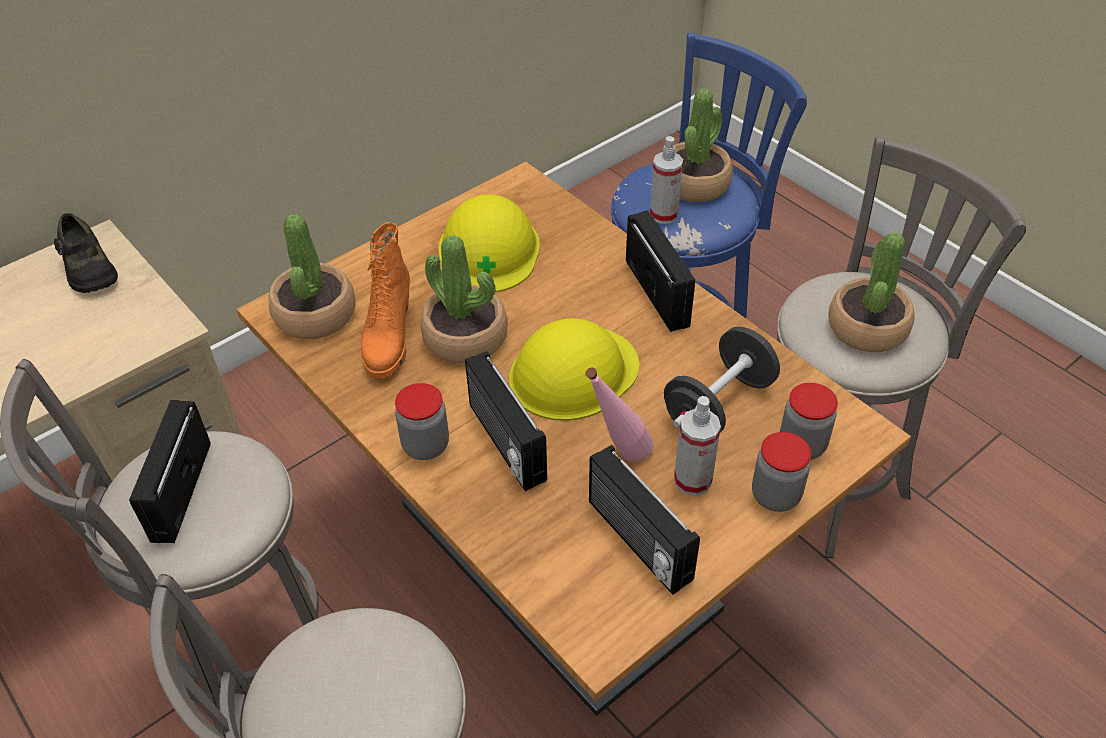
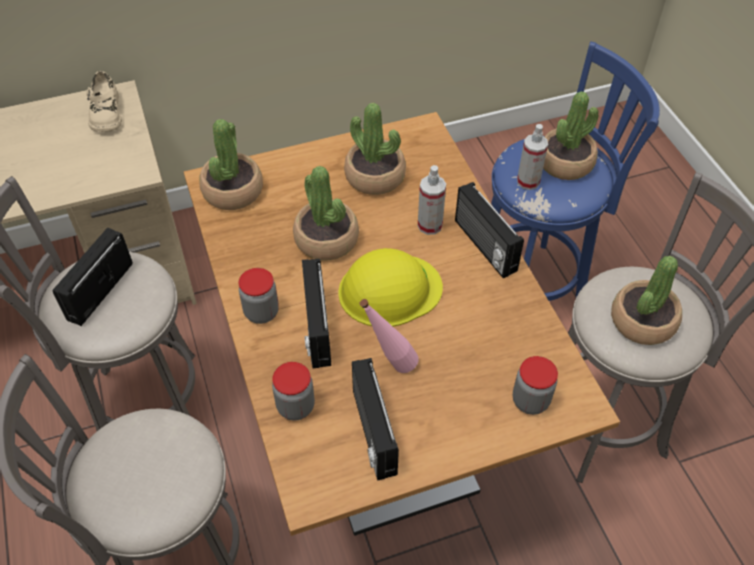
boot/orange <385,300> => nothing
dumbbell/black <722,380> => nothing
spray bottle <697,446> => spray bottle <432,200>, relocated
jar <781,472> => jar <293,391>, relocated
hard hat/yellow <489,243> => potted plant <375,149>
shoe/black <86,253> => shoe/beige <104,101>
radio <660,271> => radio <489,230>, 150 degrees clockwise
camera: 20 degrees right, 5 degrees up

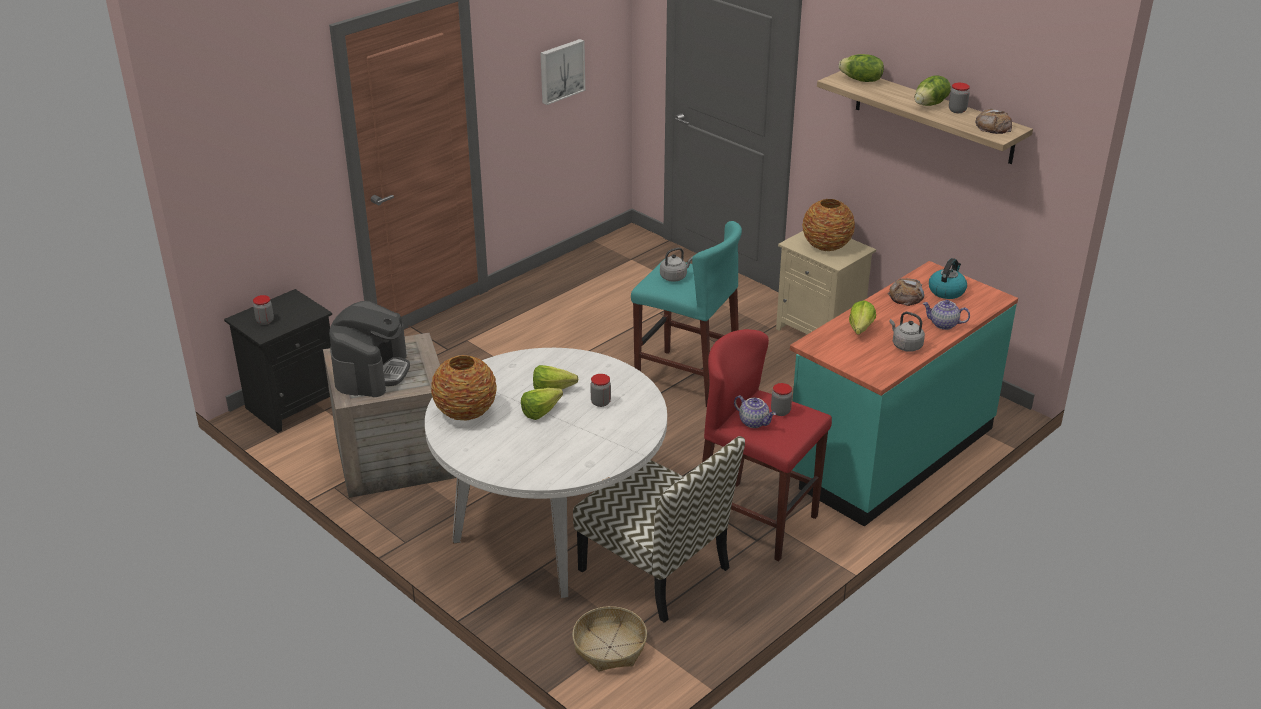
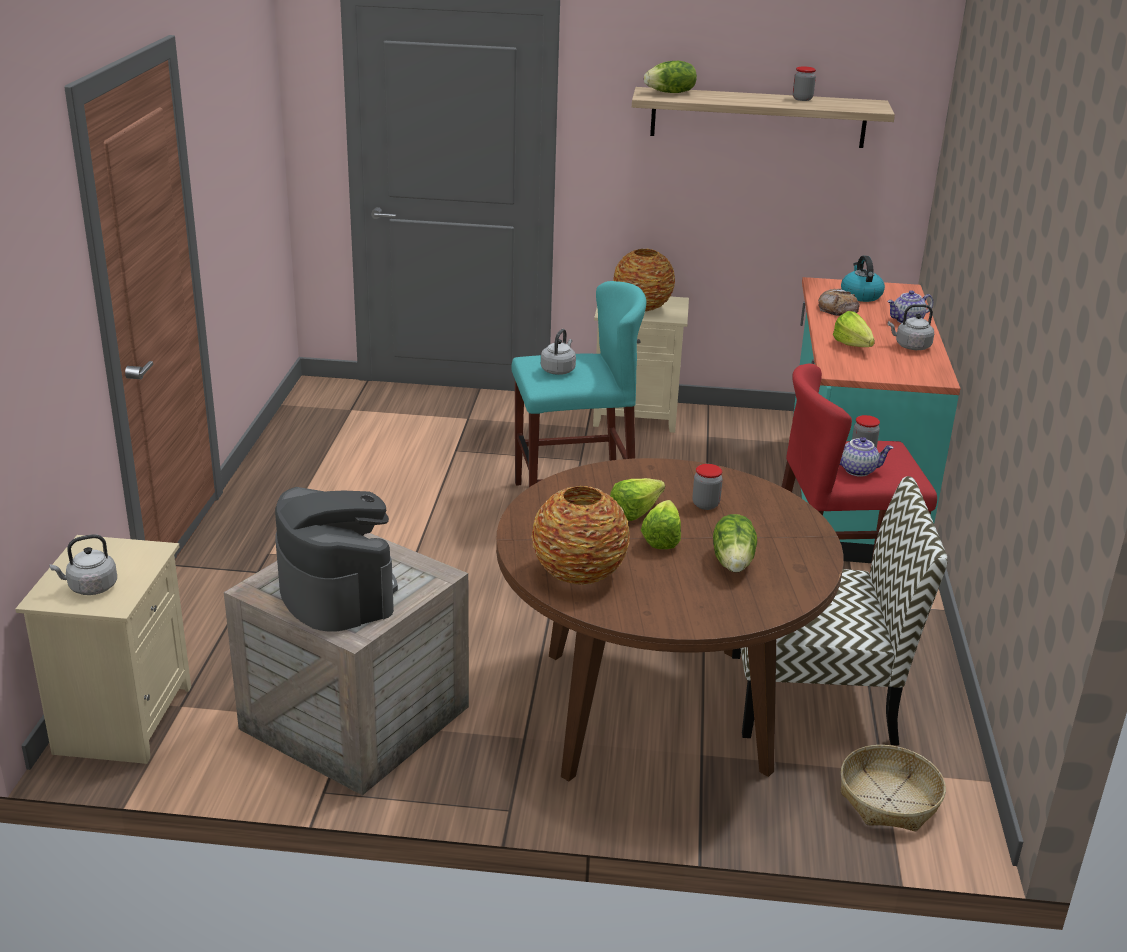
picture <563,72> => nothing
bread <993,121> => nothing
lettuce <933,90> => lettuce <735,543>, relocated
jar <263,310> => kettle/grey <83,564>
nightstand/black <278,361> => nightstand/beige <103,649>
dining table/white <546,473> => dining table/brown <670,620>
camera: 40 degrees left, 5 degrees down

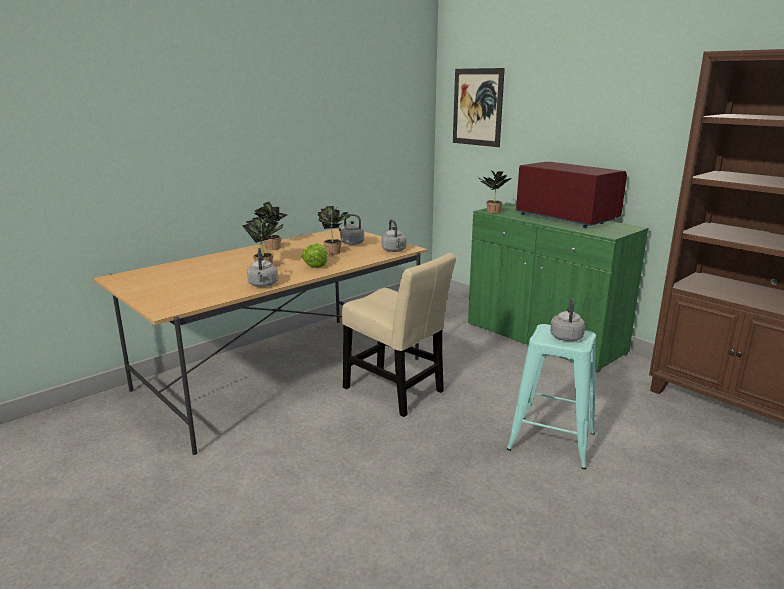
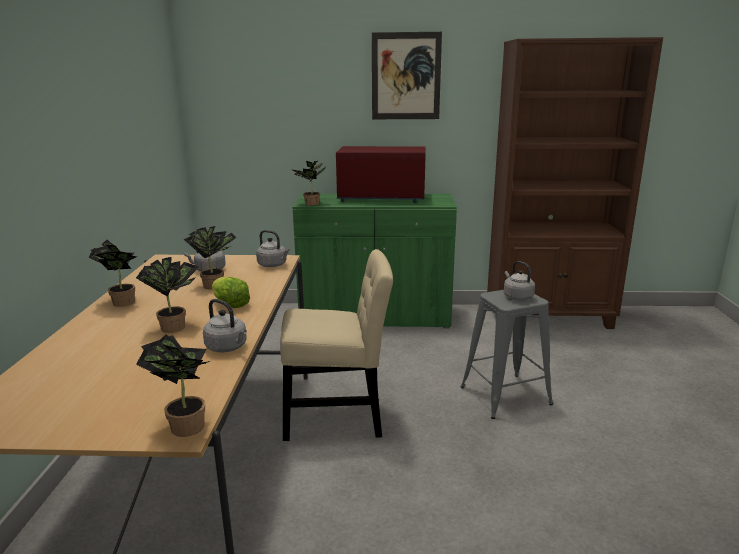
nothing => potted plant <173,385>
picture <479,107> => picture <407,75>, relocated
stool/turquoise <551,396> => stool/grey <506,354>
camera: 45 degrees left, 0 degrees up

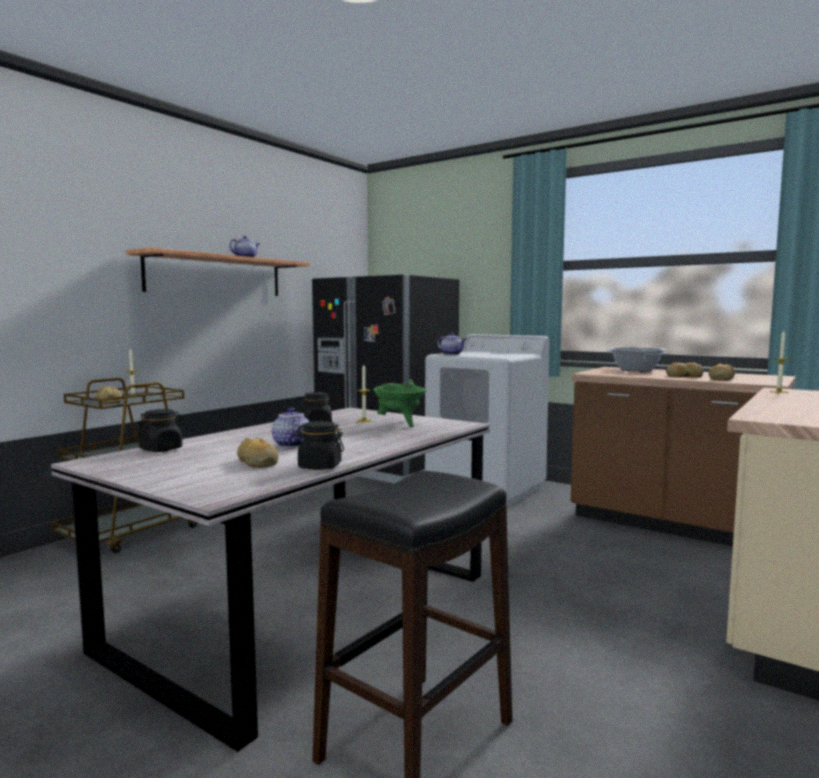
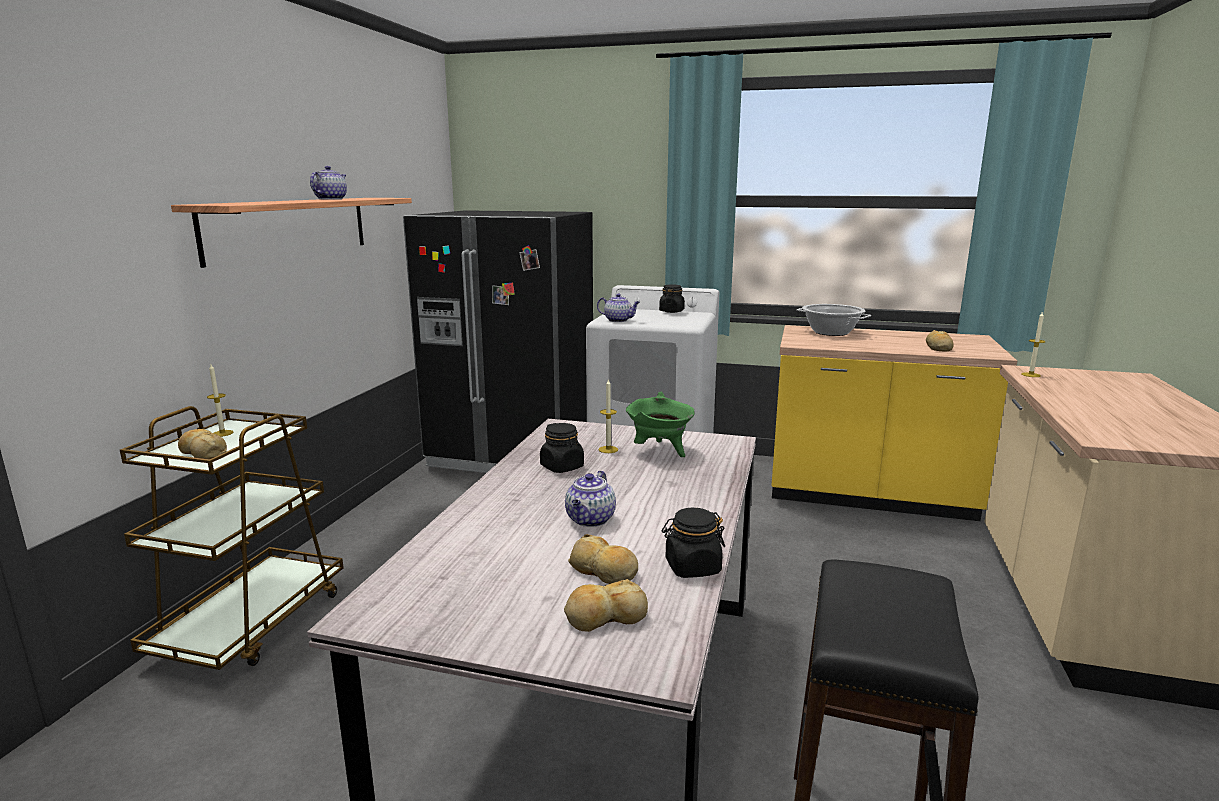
jar/black <160,430> => jar/black <672,298>, relocated
bread <684,369> => bread <606,605>, relocated
counter/brown <683,456> => counter/yellow <894,423>
teapot <290,427> => teapot <590,499>, 120 degrees counterclockwise
camera: 20 degrees left, 10 degrees up

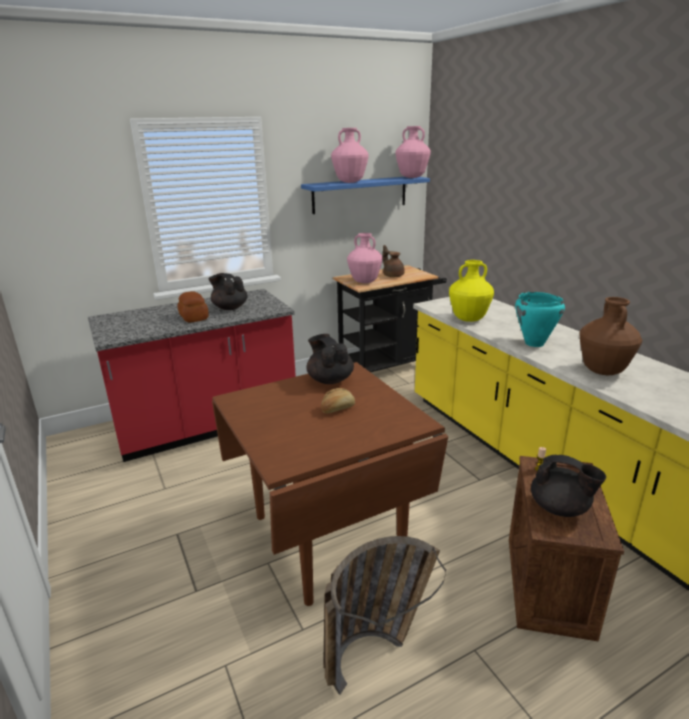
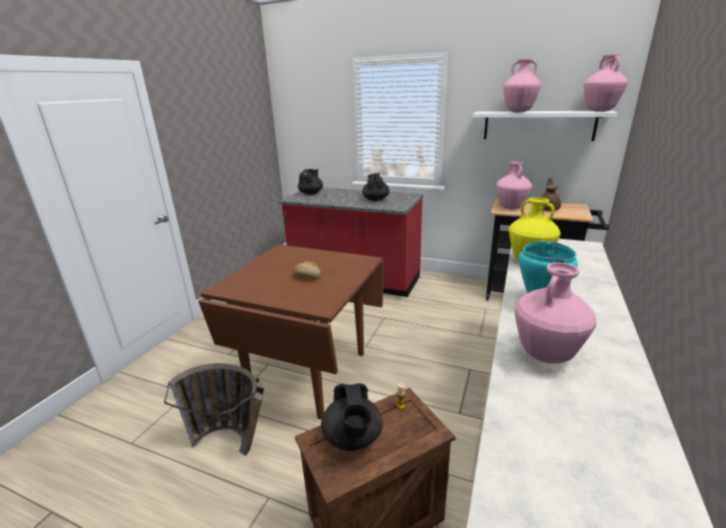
bread <193,306> => nothing
teapot/black <330,359> => teapot/black <310,182>, relocated
shelf/blue <365,195> => shelf/white <545,126>
vase/brown <610,336> => vase/pink <556,313>
camera: 50 degrees right, 0 degrees up

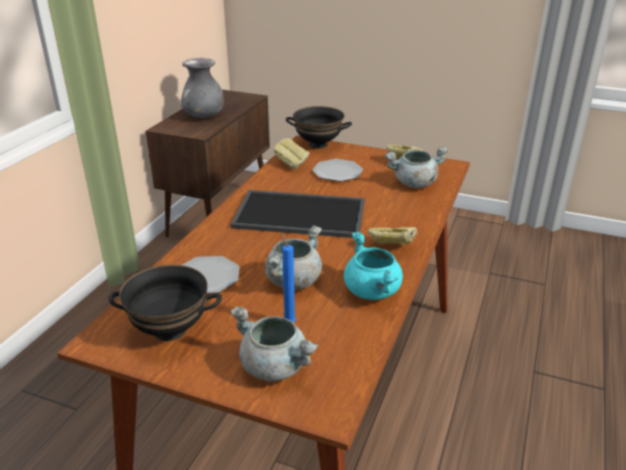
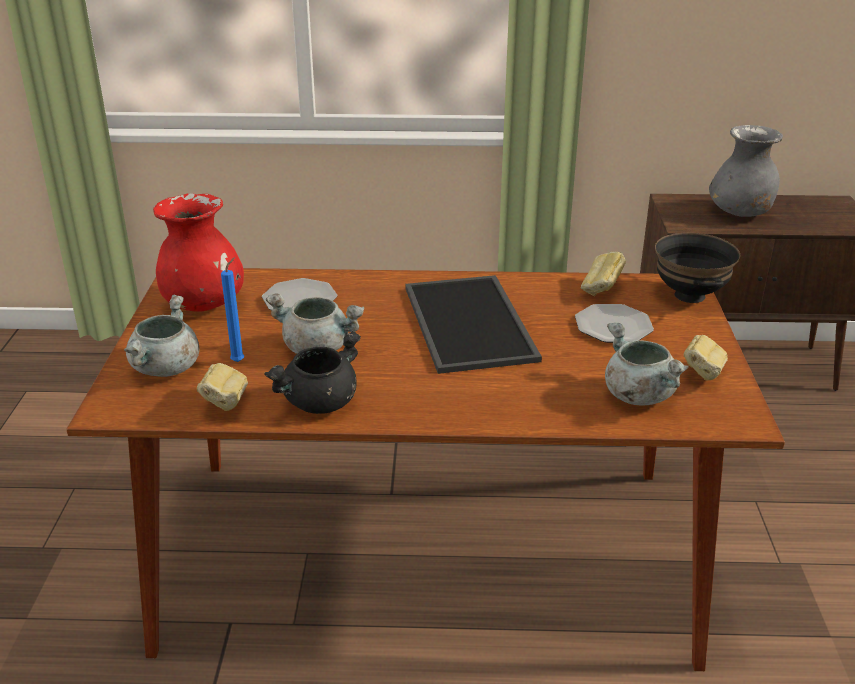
bread <392,236> => bread <222,387>, relocated
bowl/black <165,303> => vase/red <198,252>
cooking pot/turquoise <373,266> => cooking pot/black <312,372>
camera: 70 degrees right, 0 degrees up

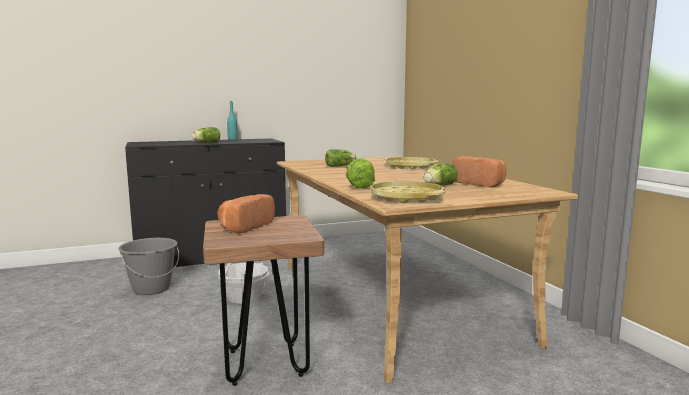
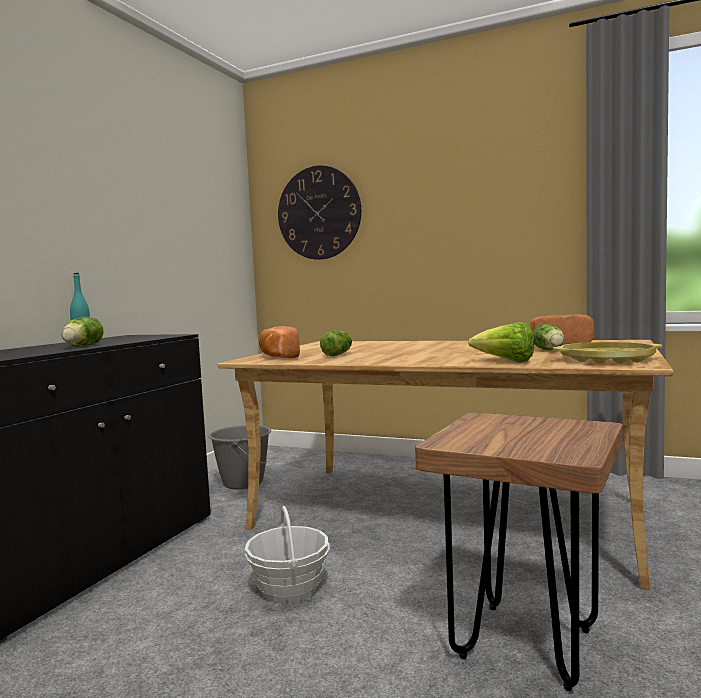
tray/yellow <411,163> => nothing
nothing => wall clock <319,212>
bucket/grey <148,266> => bucket/grey <239,457>, relocated
bread <246,213> => bread <279,342>, relocated
camera: 45 degrees left, 5 degrees down

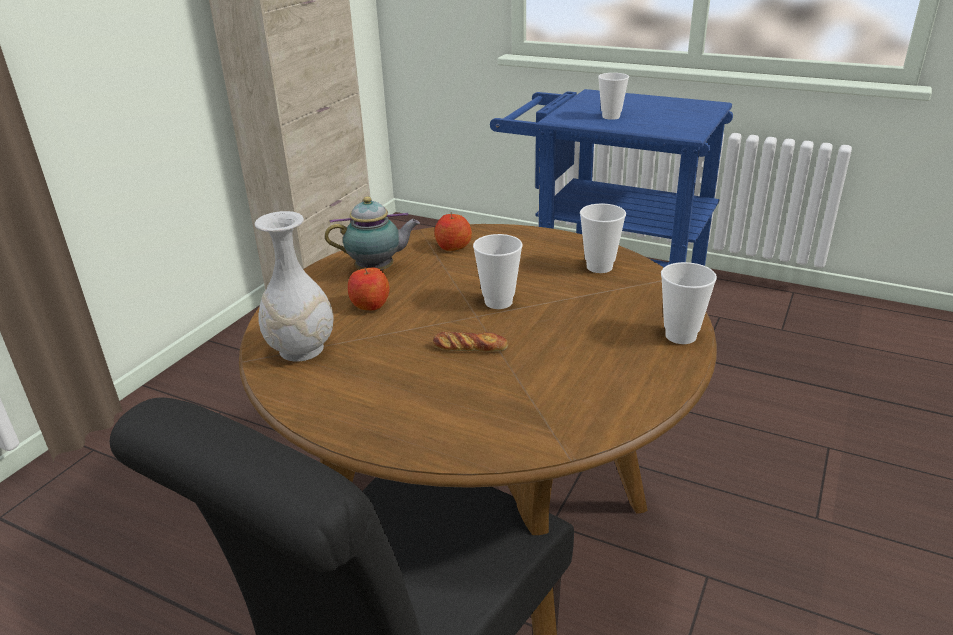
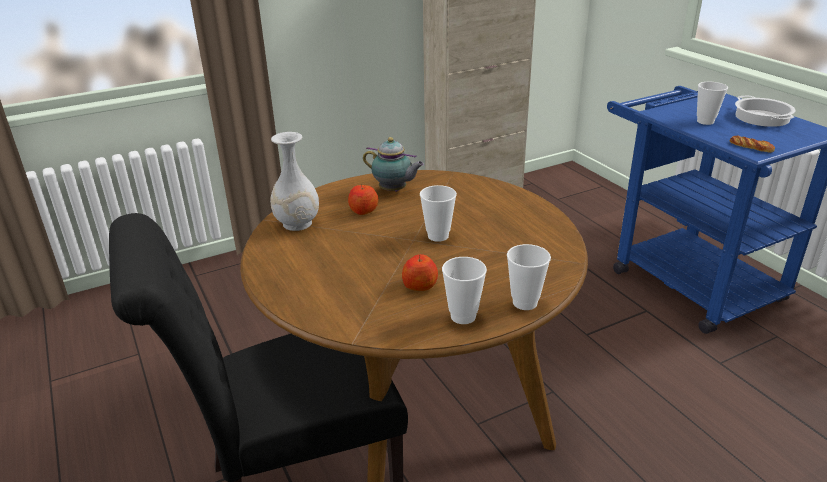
nothing => cooking pot <765,111>
bread <470,342> => bread <752,144>, relocated
apple <453,231> => apple <420,272>, relocated
cup <603,238> => cup <464,290>, relocated
camera: 35 degrees right, 0 degrees up

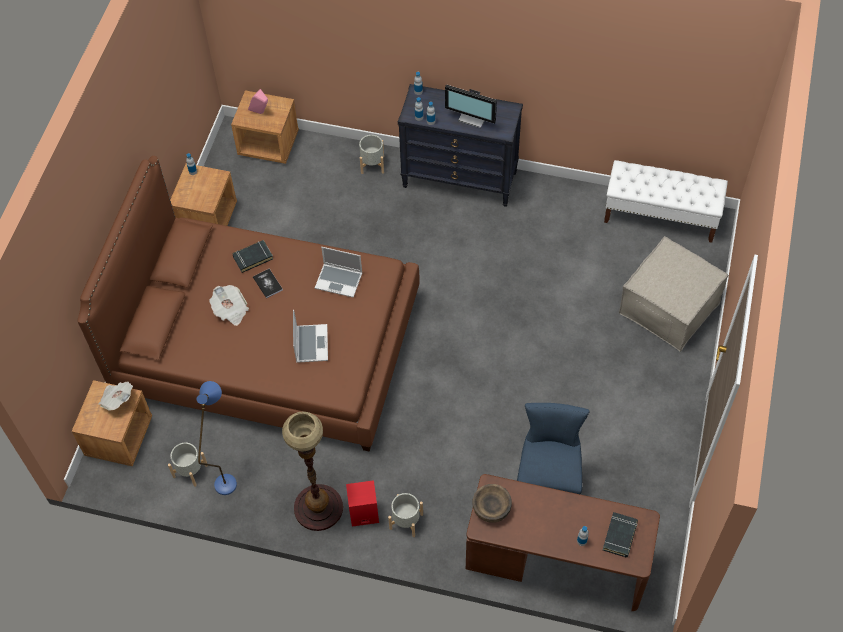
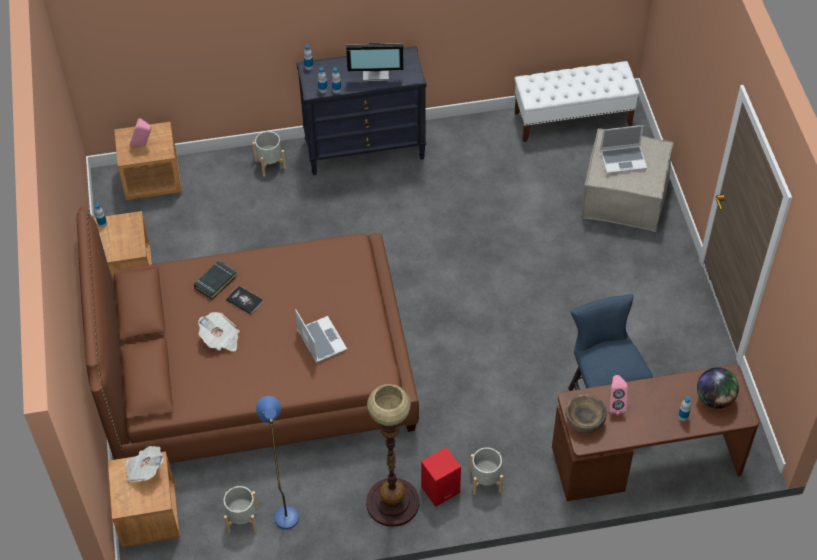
nothing => speaker/pink <618,395>
laptop <339,272> => laptop <623,149>, relocated
book/black <620,535> => globe <718,388>
camera: 25 degrees left, 5 degrees down

